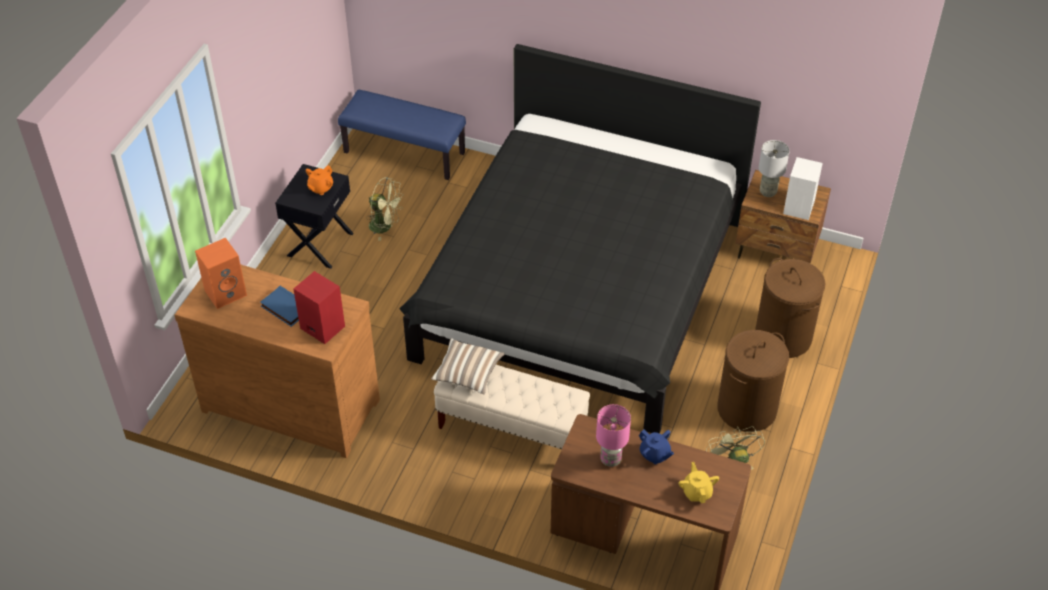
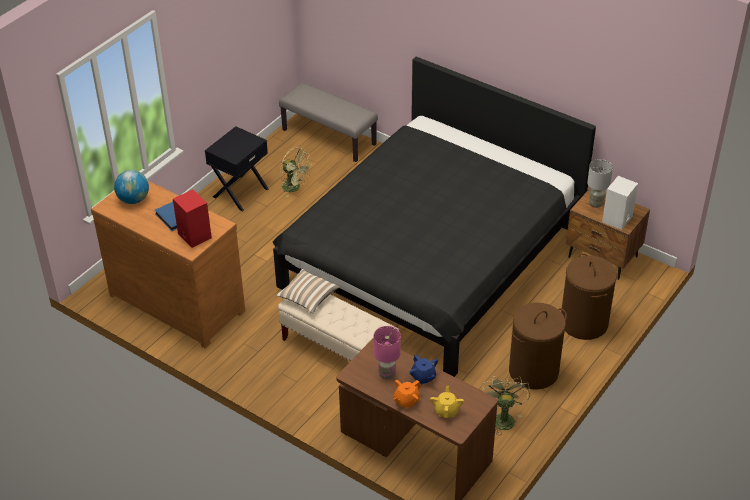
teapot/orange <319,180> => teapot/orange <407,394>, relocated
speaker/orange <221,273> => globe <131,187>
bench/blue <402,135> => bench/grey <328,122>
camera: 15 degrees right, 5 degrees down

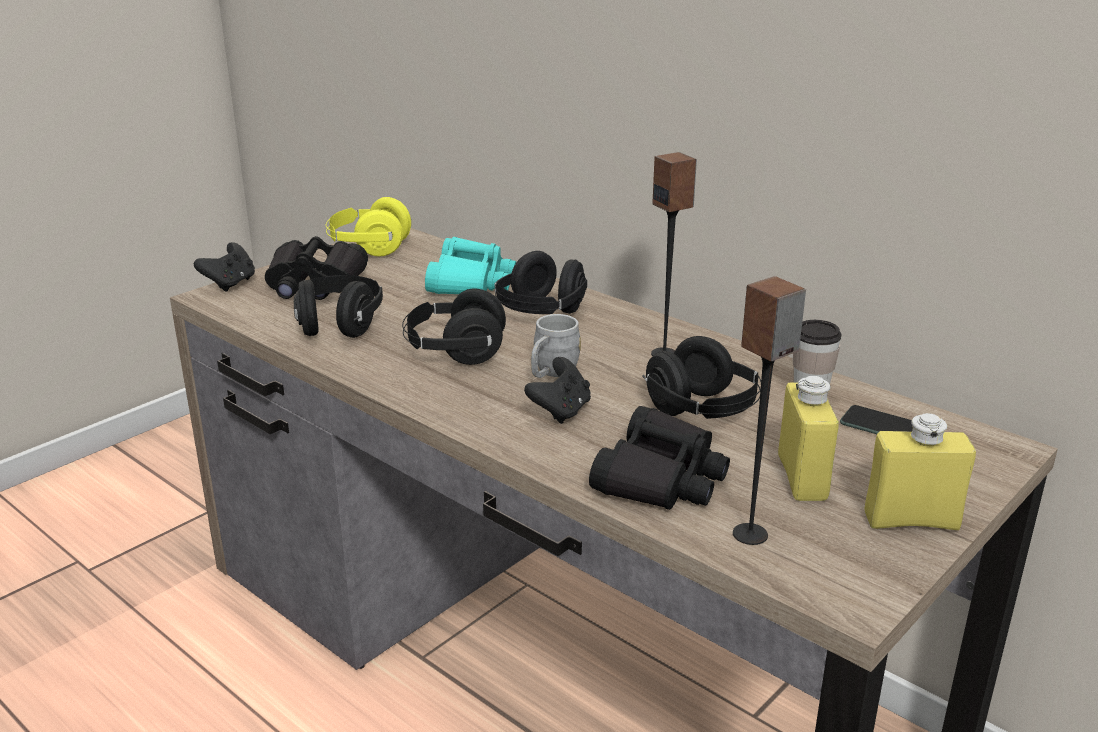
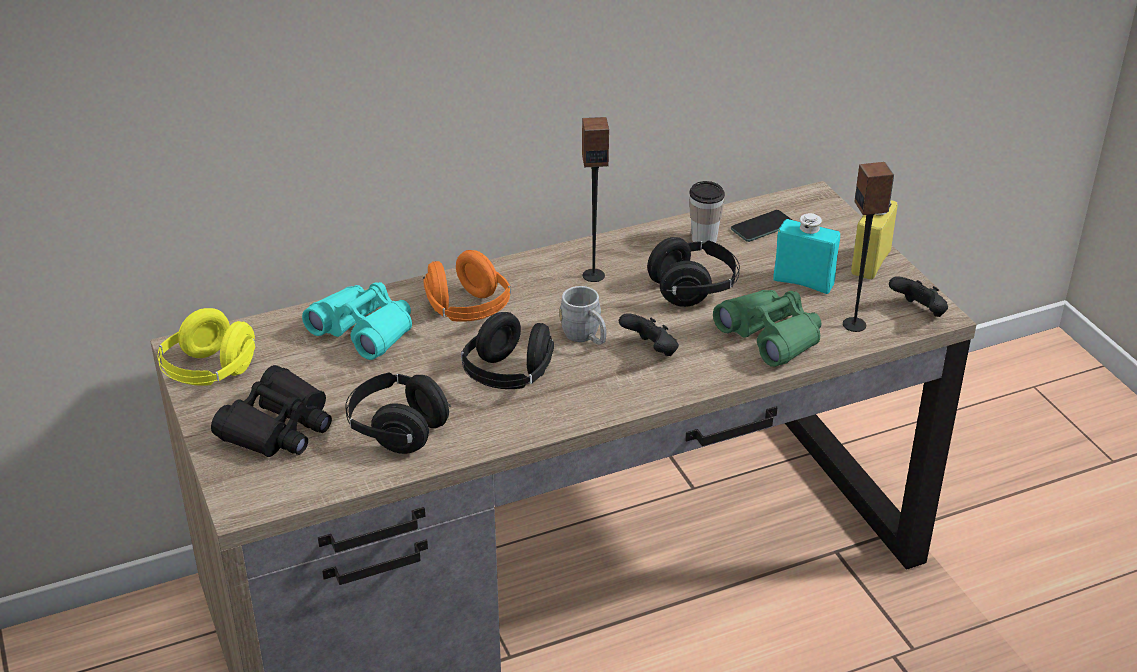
game controller/black <224,267> => game controller/black <918,296>, relocated
headphones/black <541,282> => headphones/orange <467,286>
binoculars/black <659,458> => binoculars/green <767,328>
bottle/yellow <808,438> => bottle/turquoise <806,253>
camera: 65 degrees left, 10 degrees up

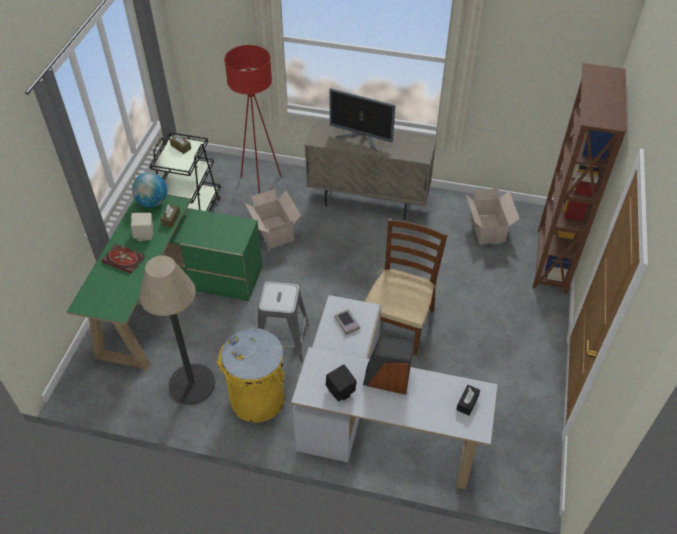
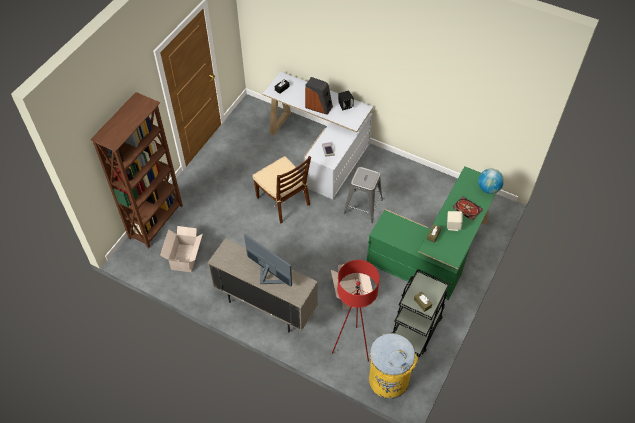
floor lamp <177,329> => nothing
globe <149,190> => globe <491,181>, relocated
trash can/yellow <250,375> => trash can/yellow <393,366>, relocated
chair/brown <406,286> => chair/brown <281,190>, 75 degrees counterclockwise
camera: 165 degrees left, 5 degrees up

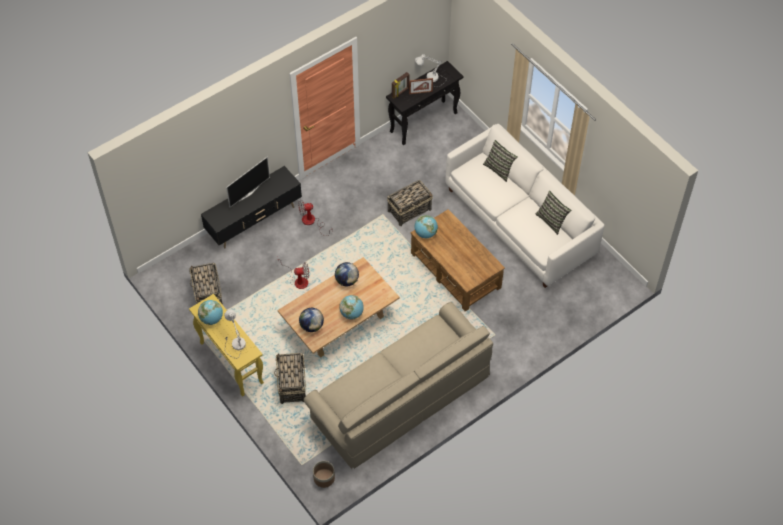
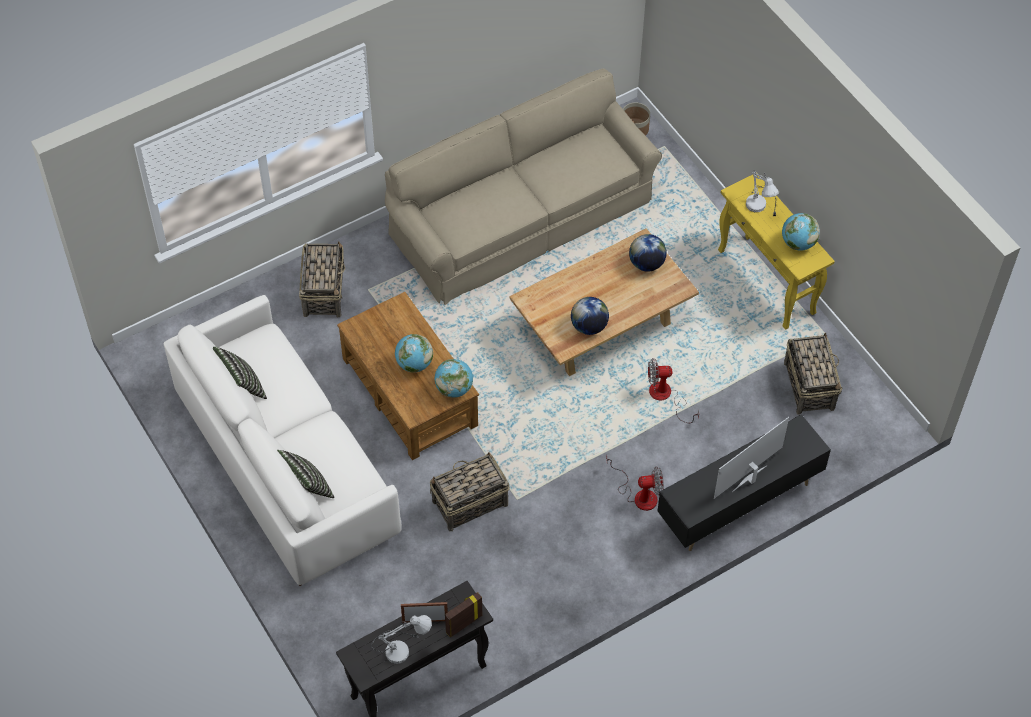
basket <290,378> => basket <322,279>, relocated
globe <351,307> => globe <414,353>, relocated
camera: 175 degrees left, 0 degrees up

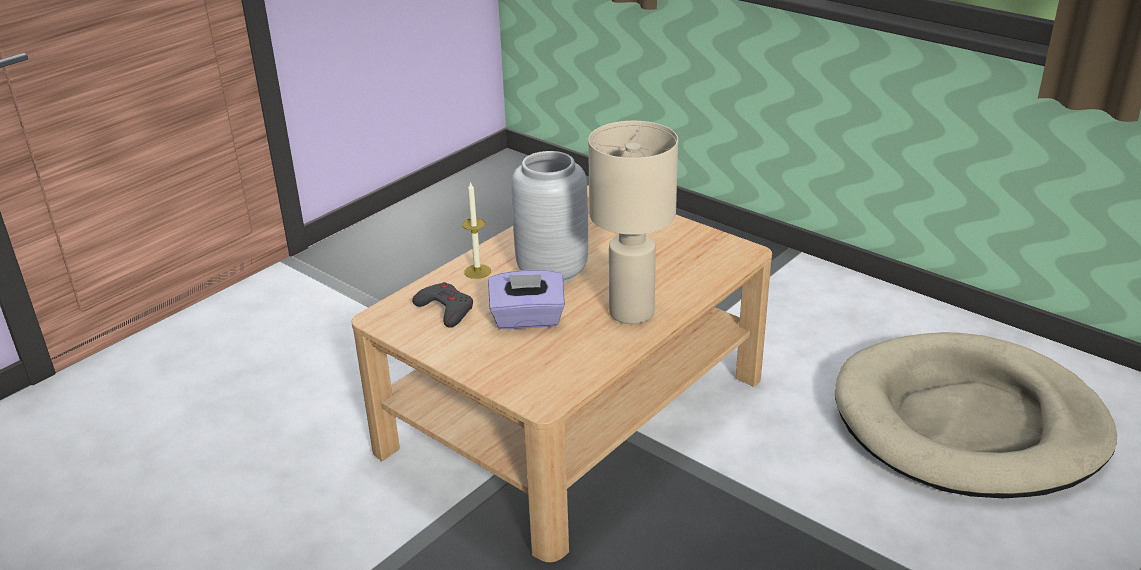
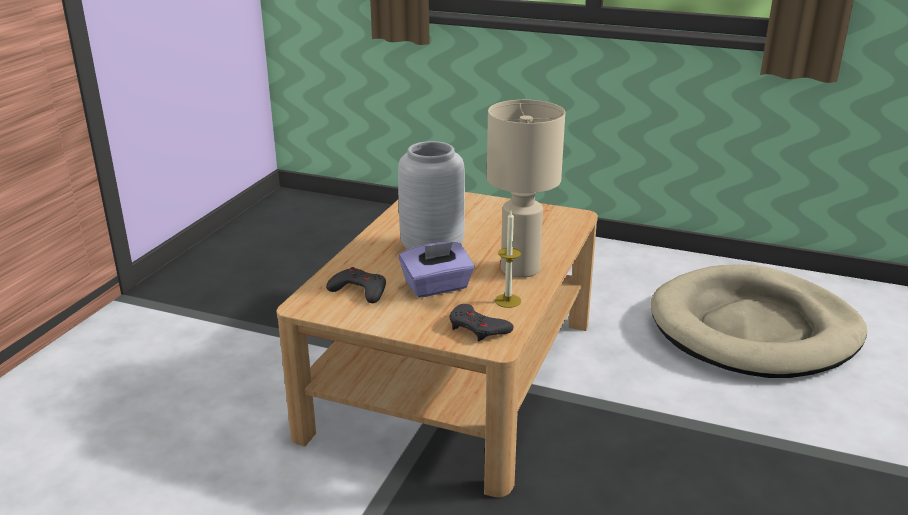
nothing => game controller/grey <481,322>
candle <476,230> => candle <508,259>, relocated
camera: 20 degrees left, 5 degrees down

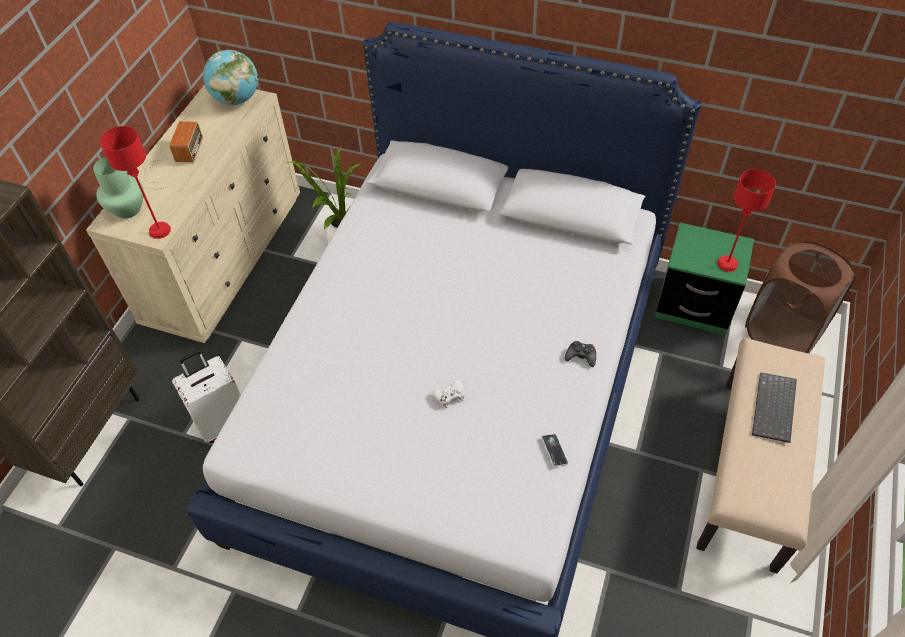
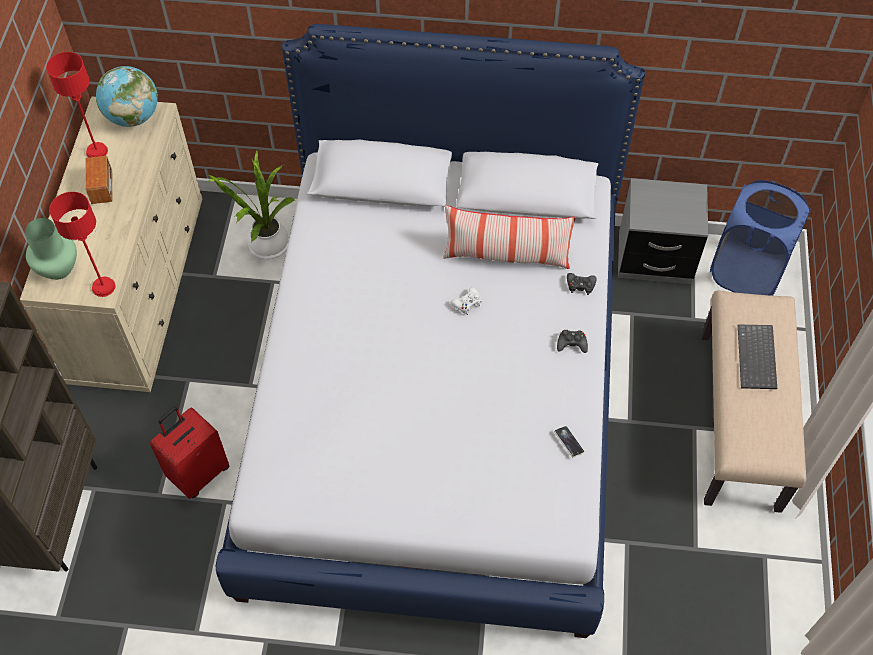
nothing => pillow <509,237>
nothing => game controller/black <582,284>
game controller/white <448,394> => game controller/white <466,301>, relocated
table lamp/red <746,220> => table lamp/red <77,105>, relocated
suitcase/white <206,396> => suitcase/red <189,452>
nightstand/green <704,279> => nightstand/grey <663,231>
laundry basket/brown <801,297> => laundry basket/blue <760,238>
camera: 15 degrees left, 5 degrees up

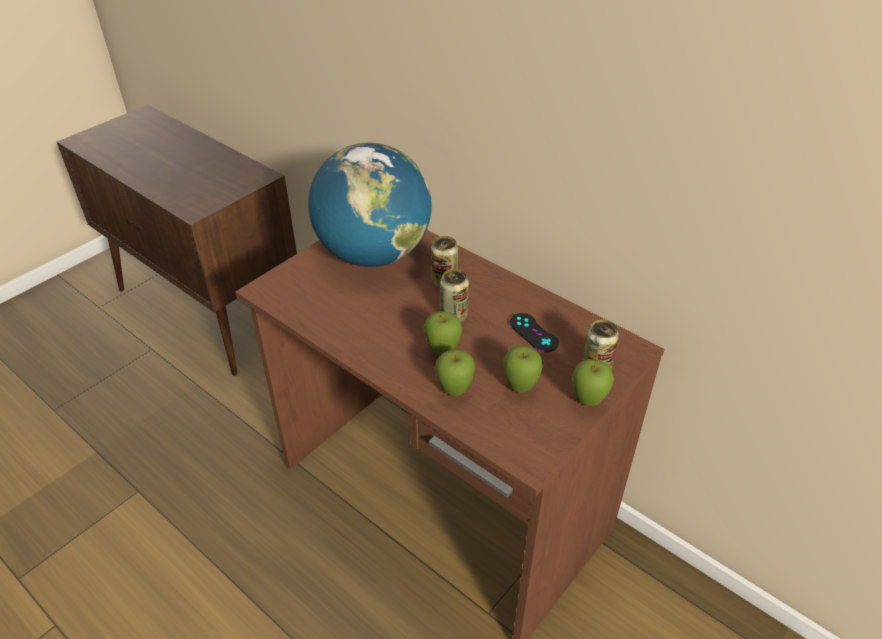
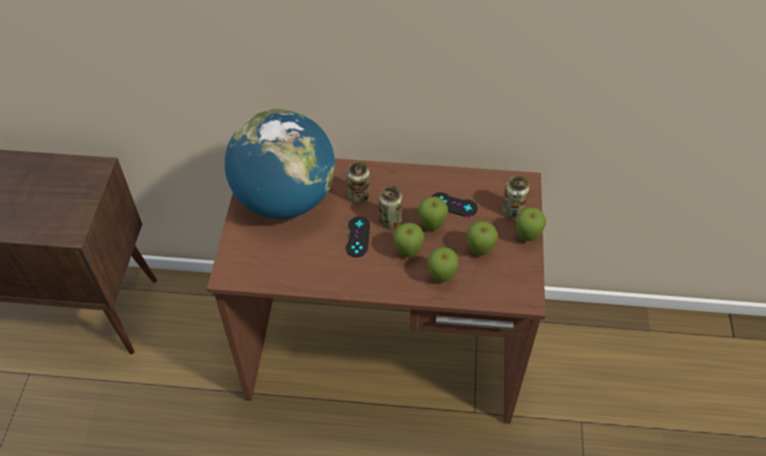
nothing => game controller/black <358,236>
nothing => apple <433,214>
camera: 35 degrees left, 10 degrees up

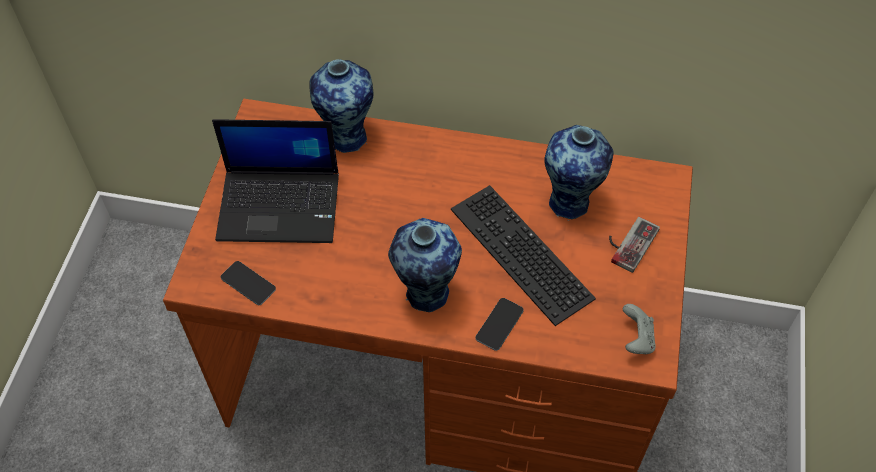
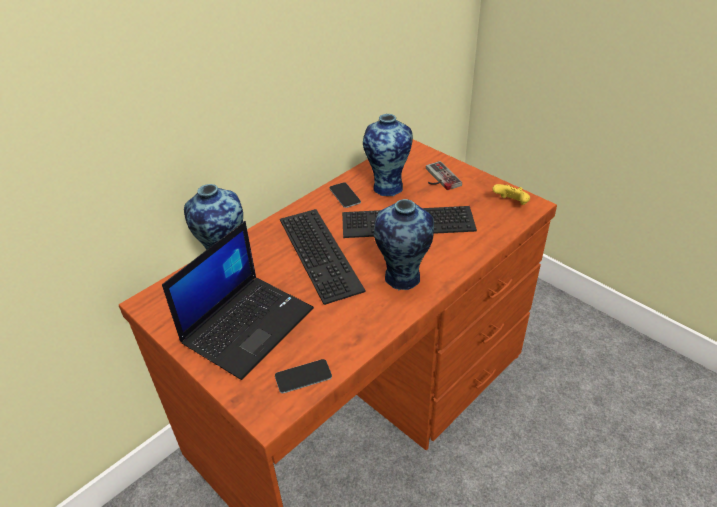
nothing => keyboard <323,257>
phone <499,324> => phone <345,195>, relocated
game controller/grey <639,329> => game controller/yellow <511,194>
camera: 55 degrees left, 15 degrees down

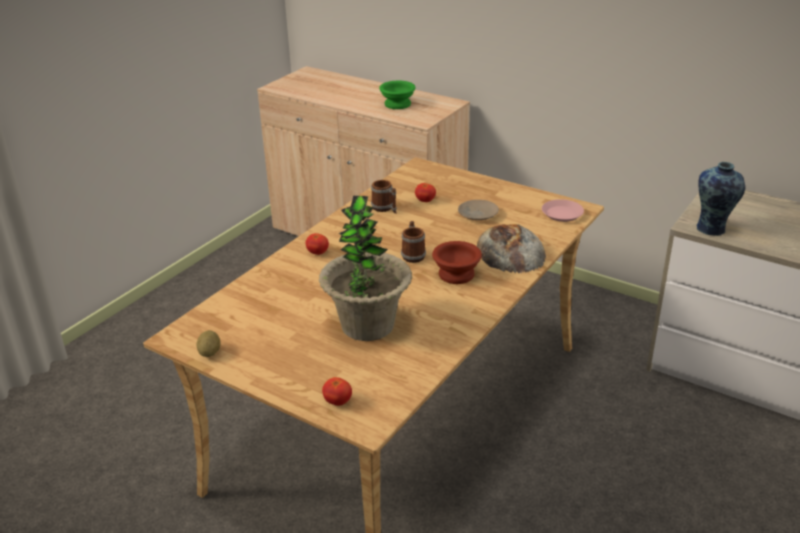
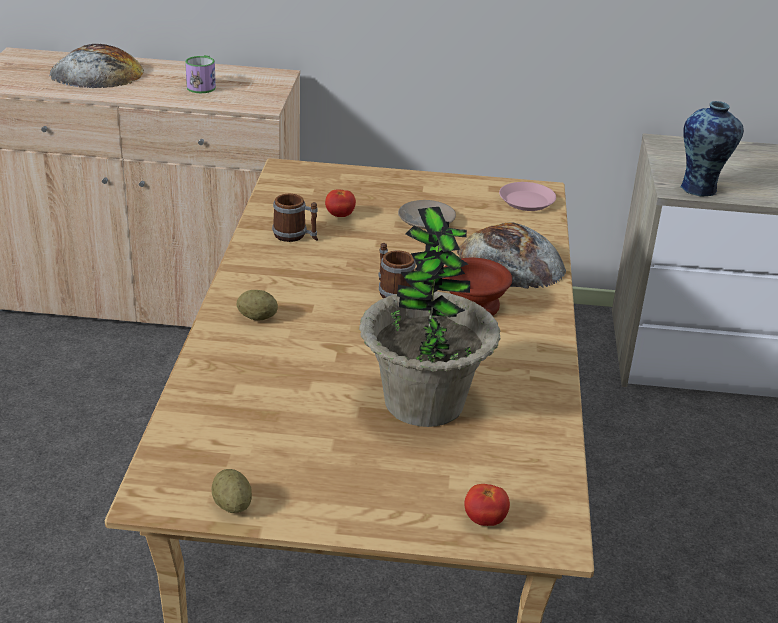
nothing => bread <96,66>
tomato <317,244> => potato <257,305>
bowl/green <397,95> => mug <200,74>
camera: 30 degrees left, 0 degrees up

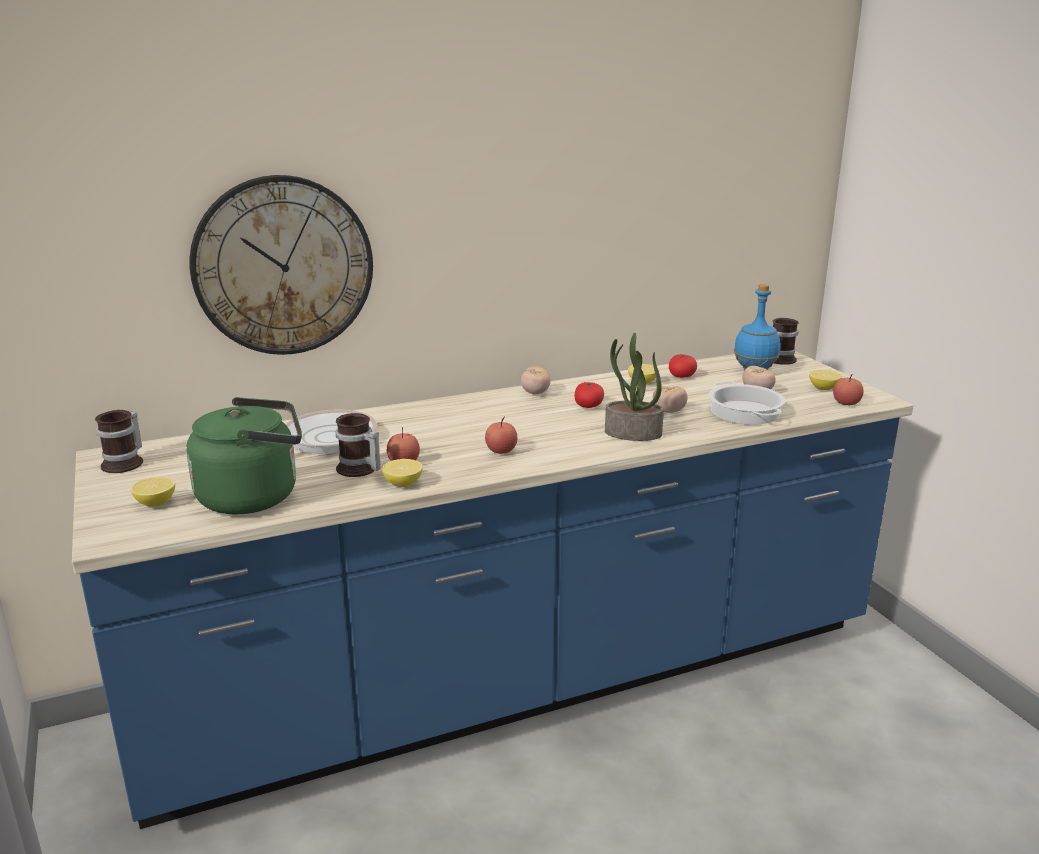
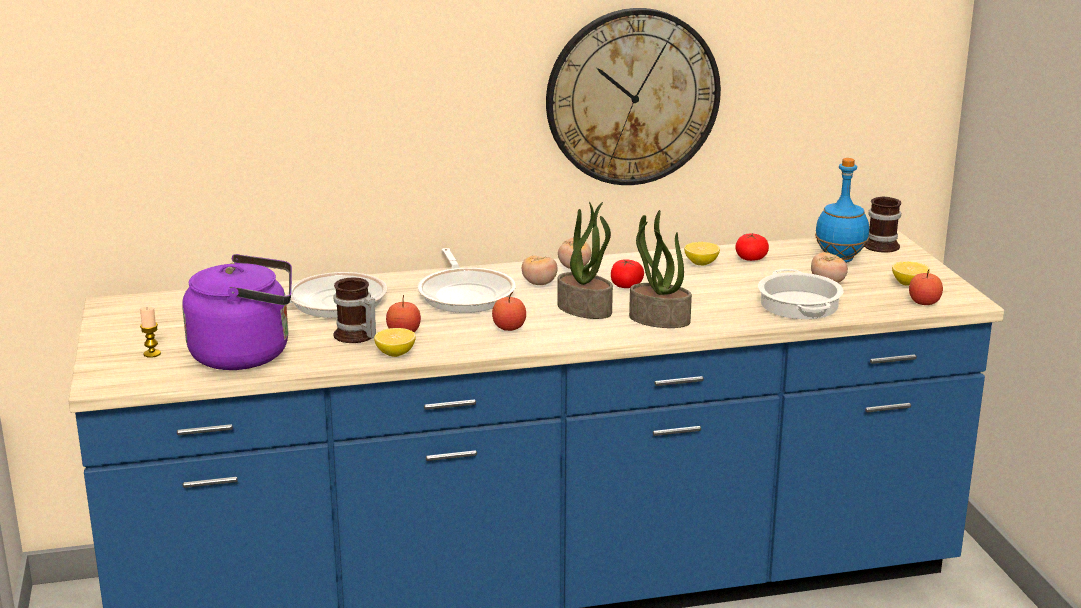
mug <119,441> => nothing
nothing => frying pan <466,280>
nothing => potted plant <585,260>
wall clock <281,265> => wall clock <633,96>, relocated
tomato <670,399> => tomato <540,270>, relocated
lemon <153,492> => candle <150,332>
kettle/green <244,455> => kettle/purple <237,312>
camera: 10 degrees right, 0 degrees up

